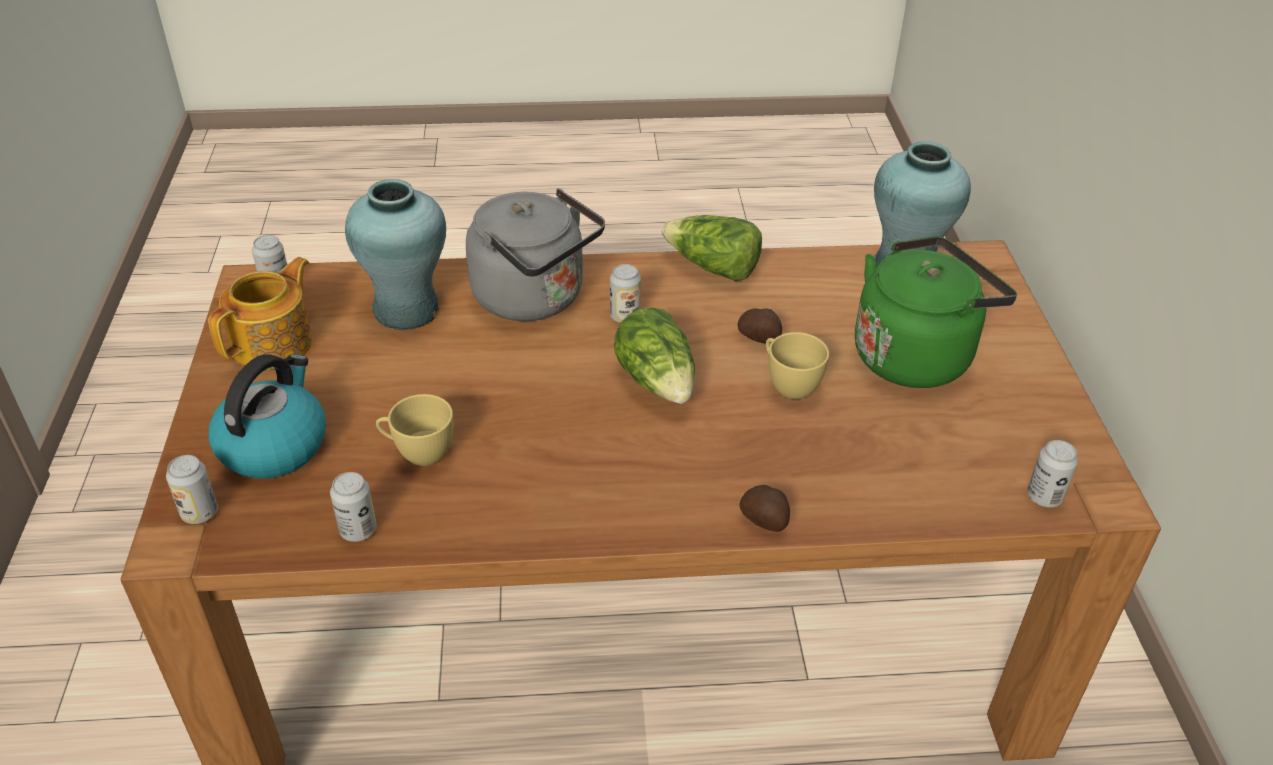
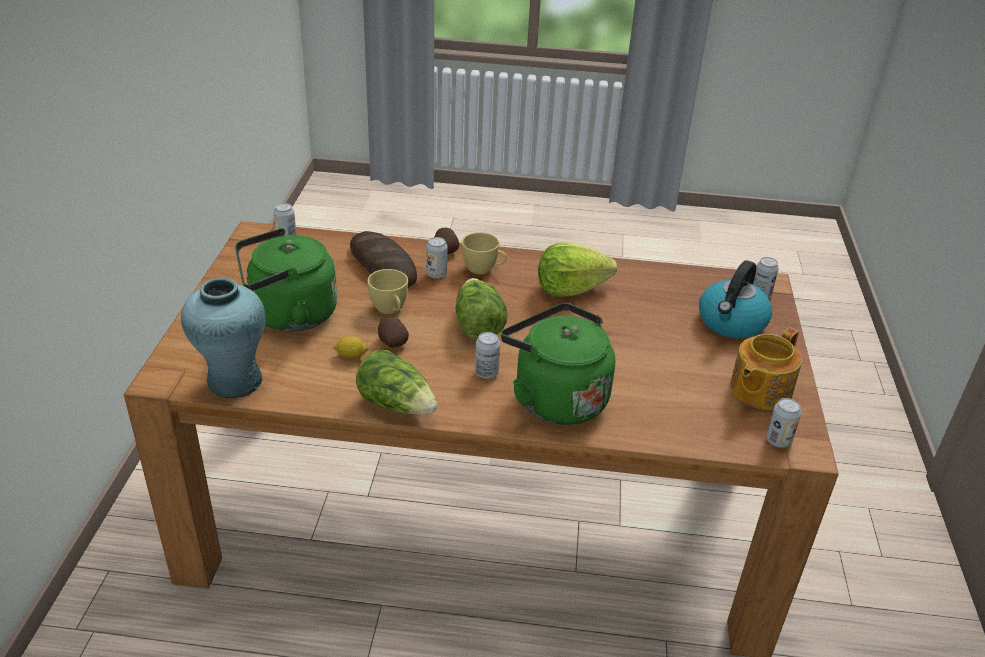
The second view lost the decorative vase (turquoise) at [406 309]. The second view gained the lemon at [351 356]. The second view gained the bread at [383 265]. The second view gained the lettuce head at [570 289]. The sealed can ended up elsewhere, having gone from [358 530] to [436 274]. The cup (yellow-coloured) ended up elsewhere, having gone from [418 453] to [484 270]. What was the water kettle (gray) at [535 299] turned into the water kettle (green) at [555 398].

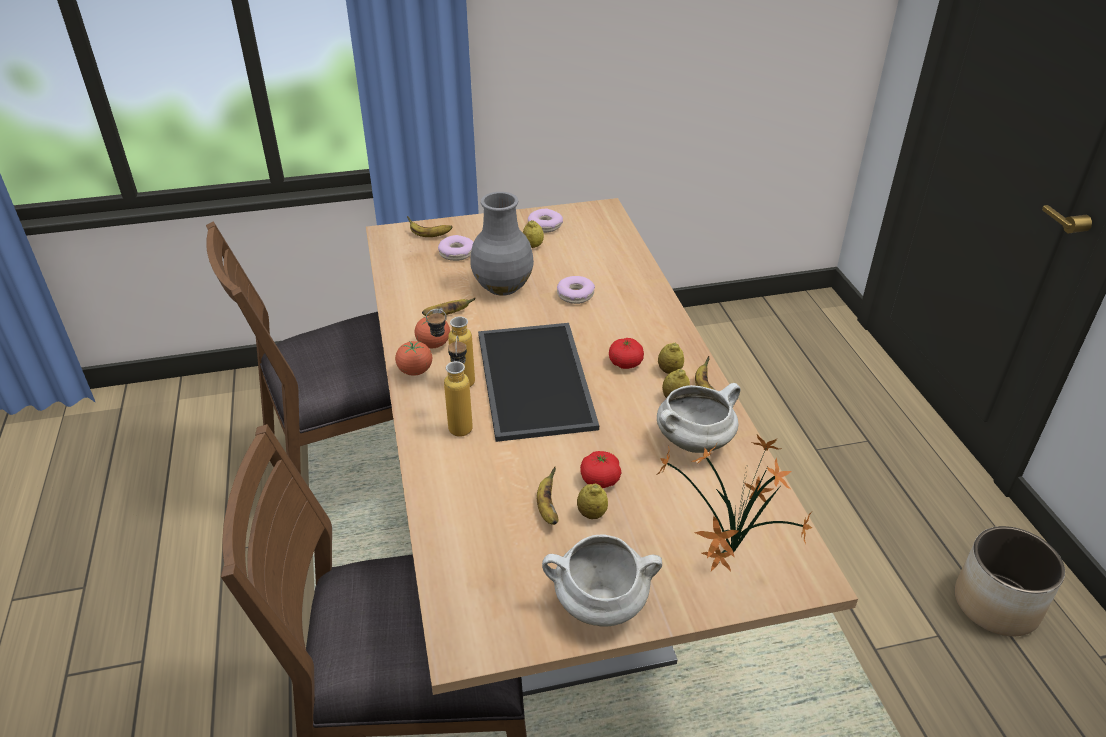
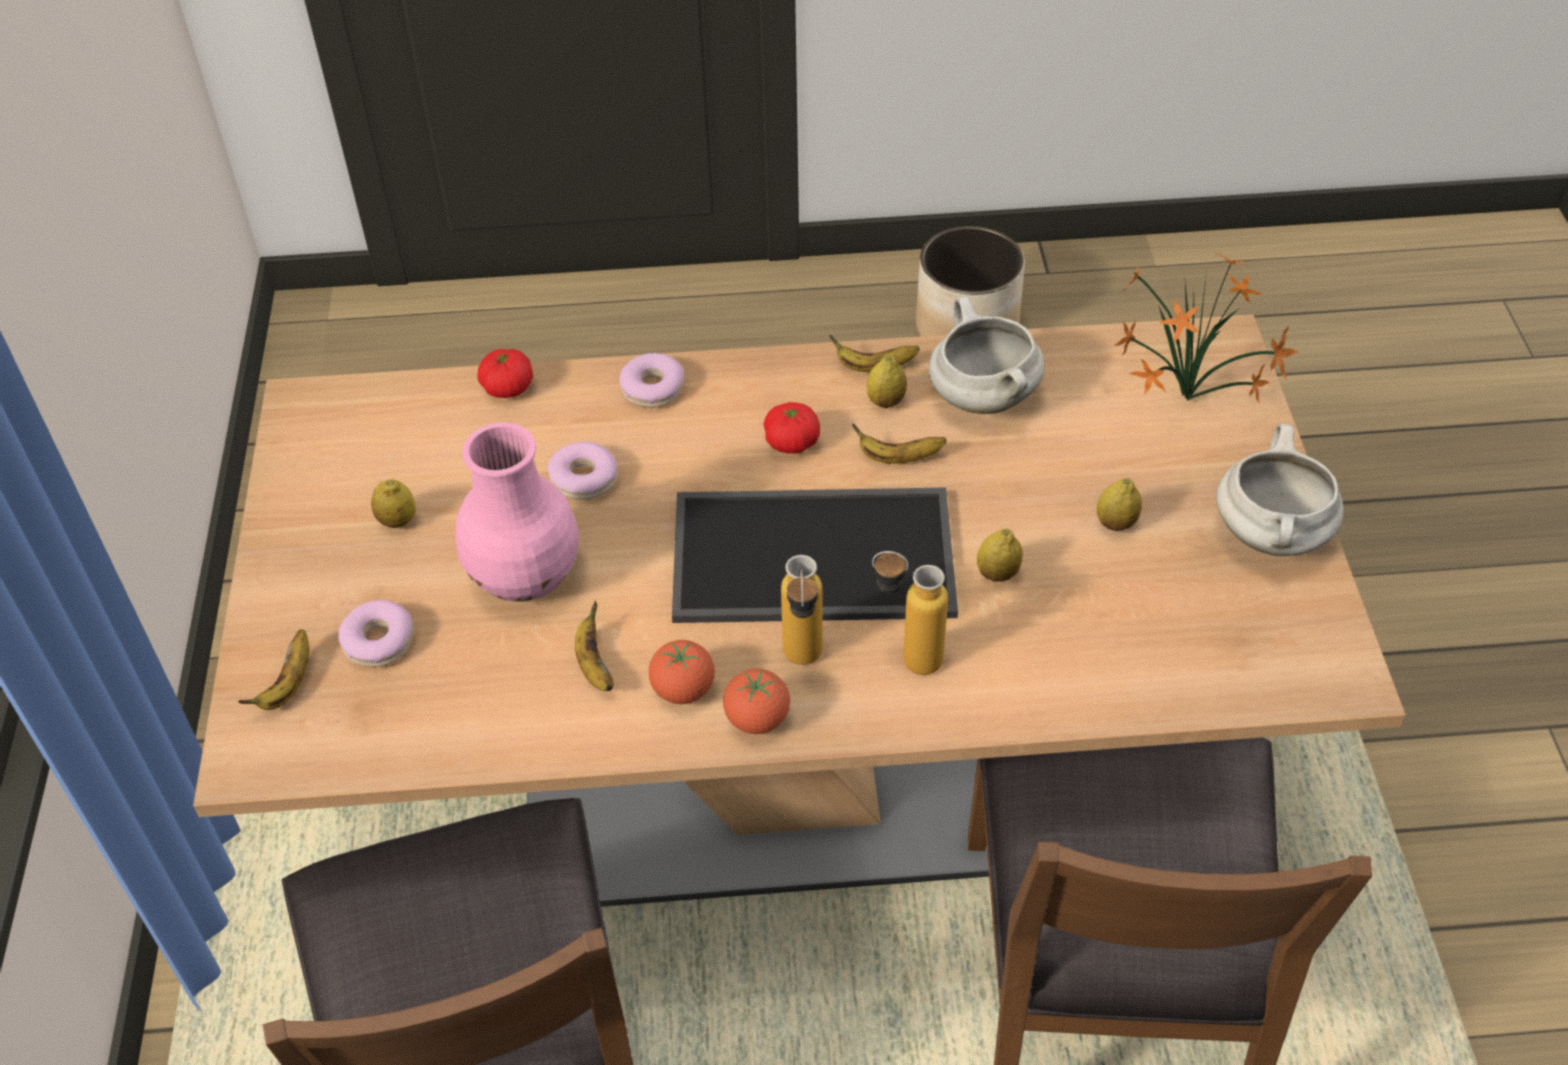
The donut ended up elsewhere, having gone from [545 226] to [653 388]. The banana ended up elsewhere, having gone from [547 508] to [898 457]. The tomato ended up elsewhere, having gone from [600 480] to [508 387]. The lemon ended up elsewhere, having gone from [669 371] to [997 573]. What was the decorative vase (gray) at [503 286] turned into the decorative vase (pink) at [524 576].

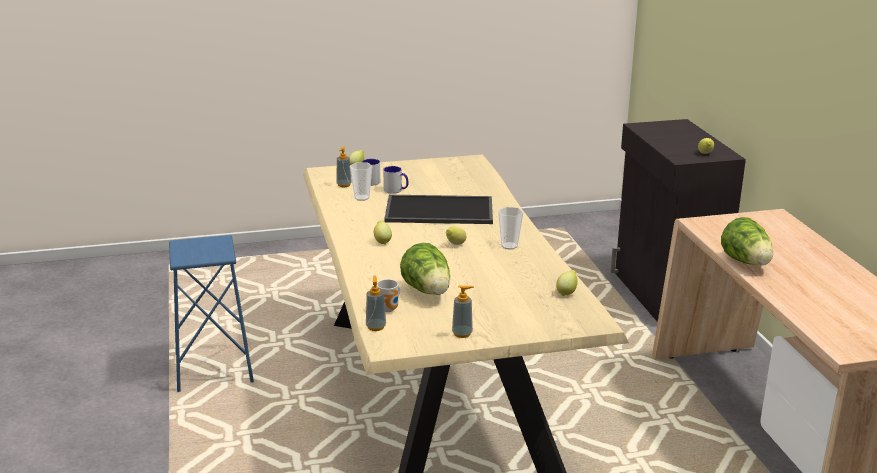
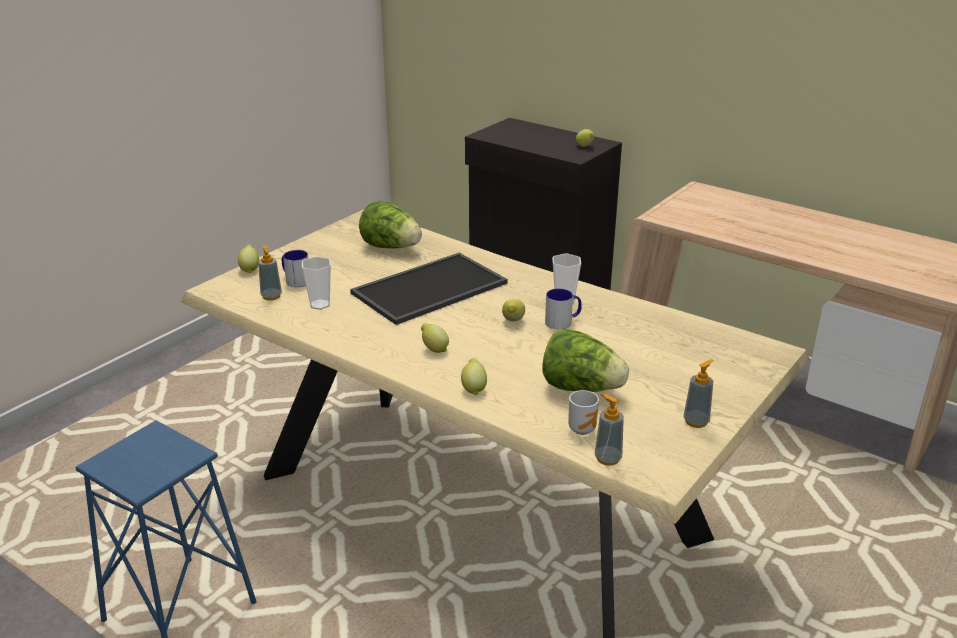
The mug ended up elsewhere, having gone from [396 190] to [563 322]. The lemon ended up elsewhere, having gone from [566 292] to [474 388]. The lettuce head ended up elsewhere, having gone from [746 262] to [391 247].

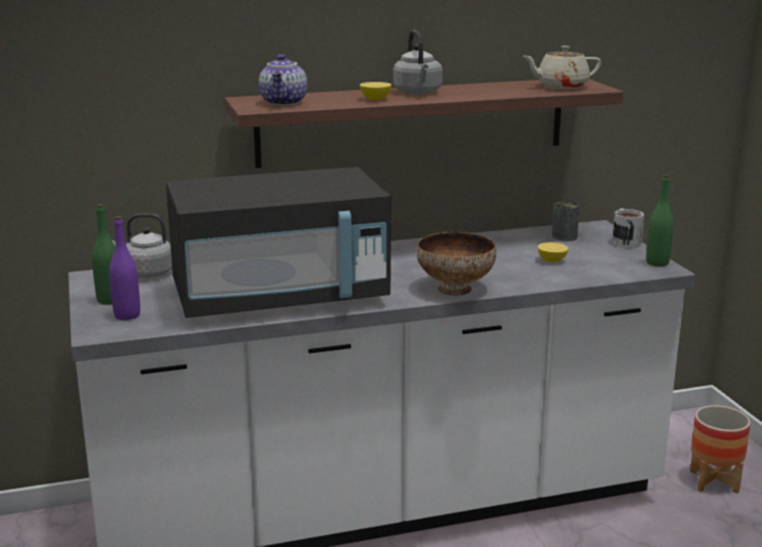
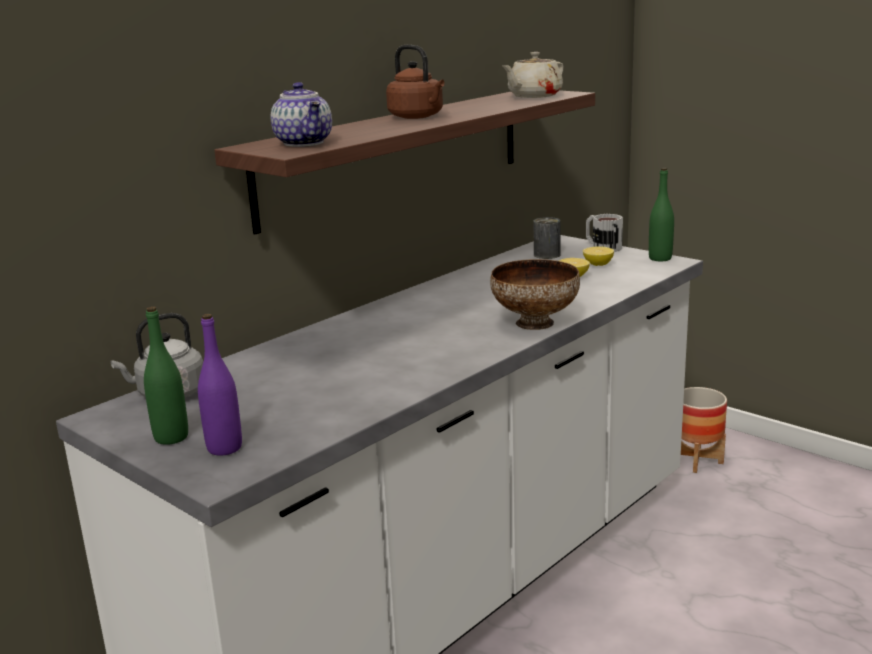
The second view lost the microwave (black) at [280 298]. The lemon ended up elsewhere, having gone from [375 99] to [598 264]. What was the water kettle (gray) at [418 92] turned into the water kettle (brown) at [418 117].

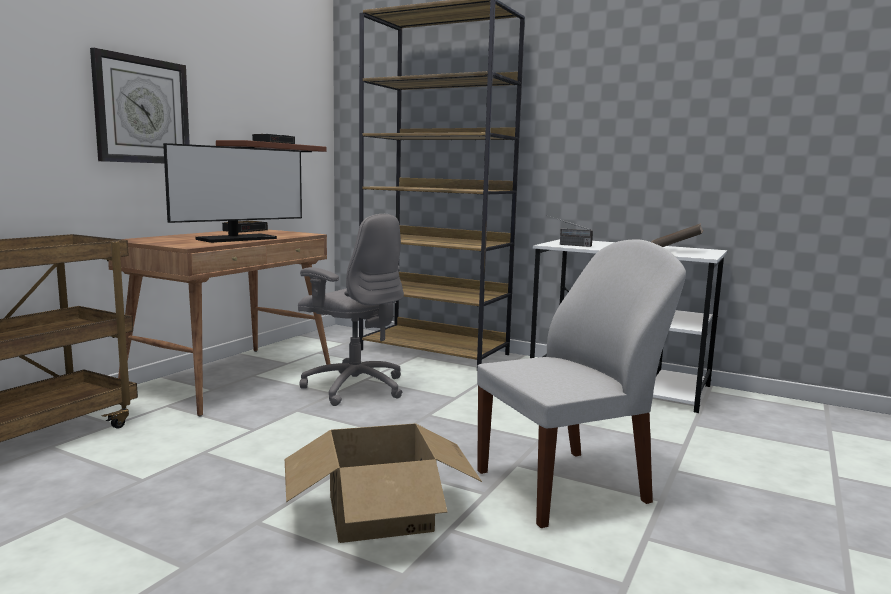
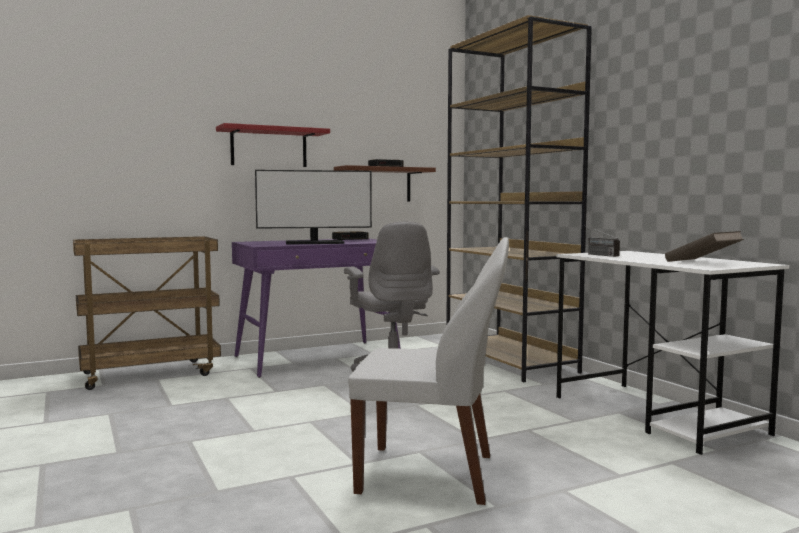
The second view lost the carton at [379 512]. Where the clock on the wall hung at [142 110], the shelf (reddish) came to hang at [269 147]. What was the desk unit (brown) at [232 378] turned into the desk unit (purplish) at [318 358].

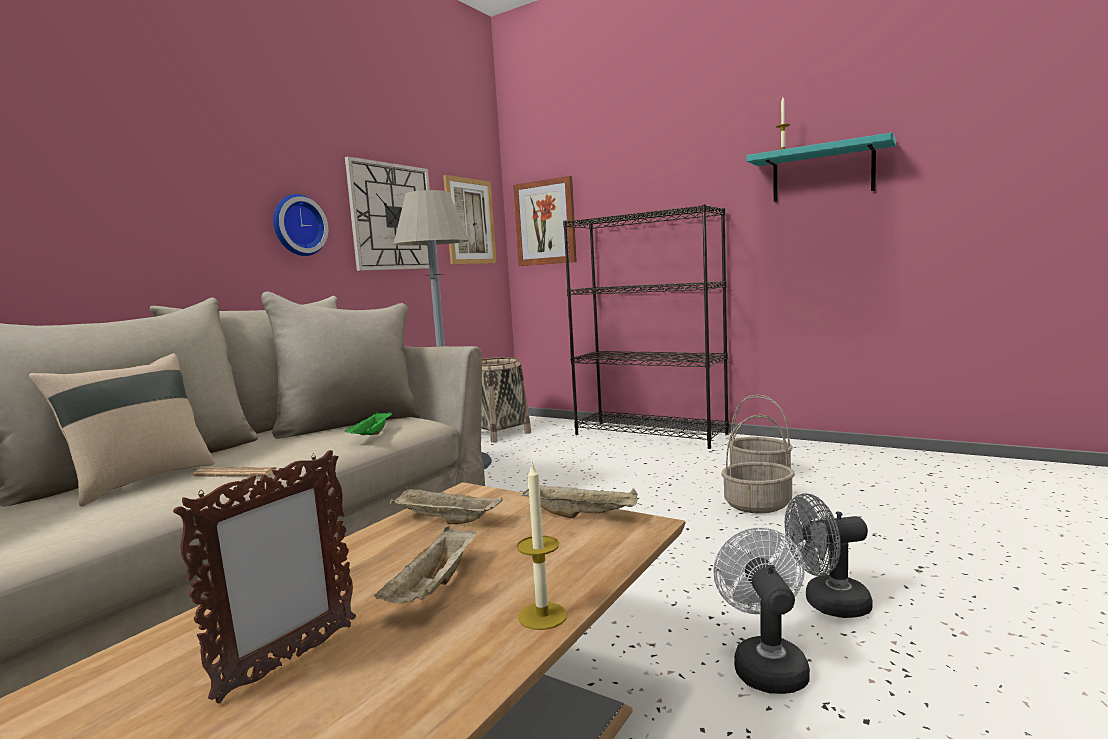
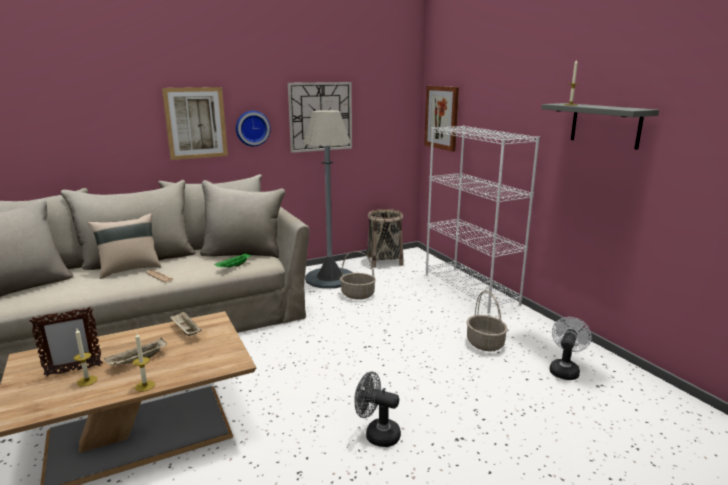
The second view lost the carrying tray (sand-coloured) at [583 515]. The second view gained the candle at [87 381]. The wall picture ended up elsewhere, having gone from [470 221] to [196 123]. The electric fan (white-coloured) ended up elsewhere, having gone from [765 664] to [564 370]. The storage basket ended up elsewhere, having gone from [757 505] to [357 295]. What was the bookcase (black) at [651 434] turned into the bookcase (white-coloured) at [471 289]. What was the shelf (turquoise) at [822 173] turned into the shelf (gray) at [605 125].

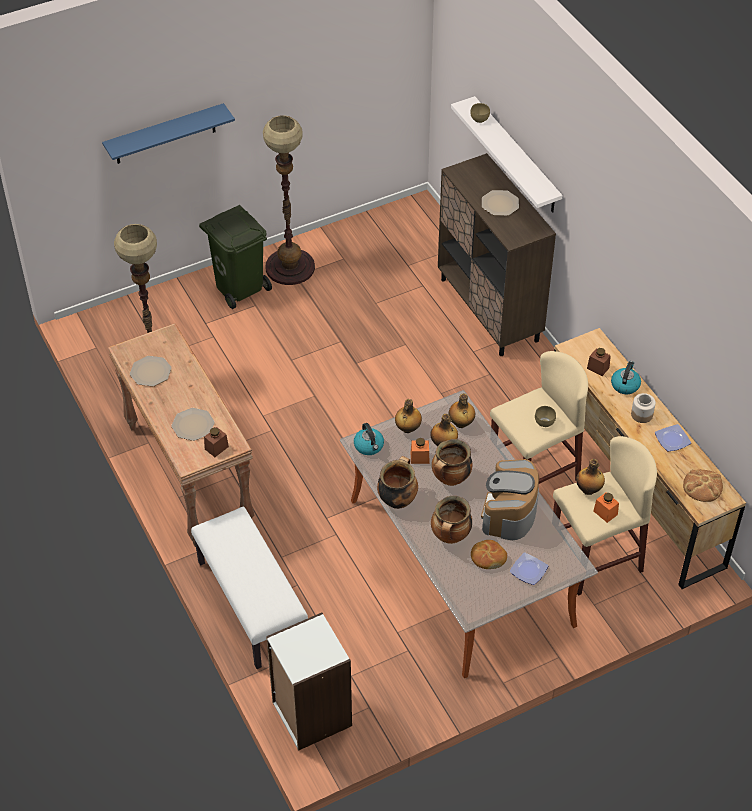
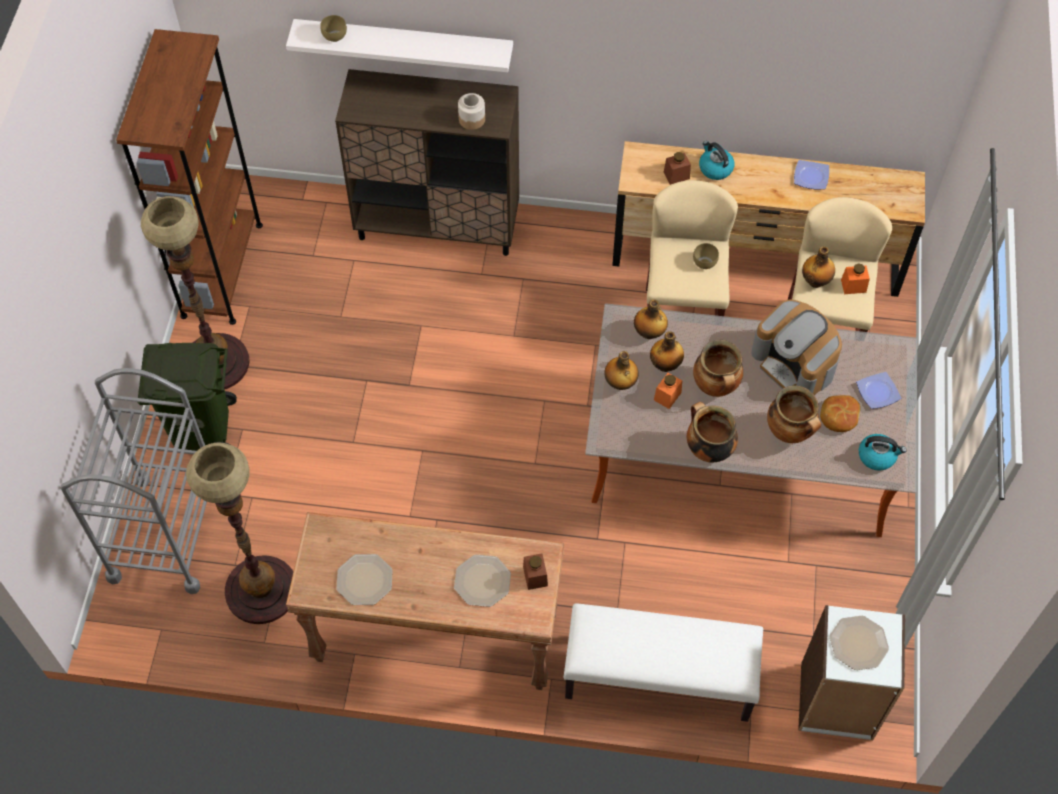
The second view lost the shelf (blue) at [165 134]. The second view lost the bread at [702 486]. The second view gained the trolley (gray) at [167 533]. The second view gained the bookcase (brown) at [222 270]. The water kettle ended up elsewhere, having gone from [369 446] to [877 456]. The flat dish ended up elsewhere, having gone from [500 204] to [859 643]. The jar ended up elsewhere, having gone from [642 414] to [472 119].

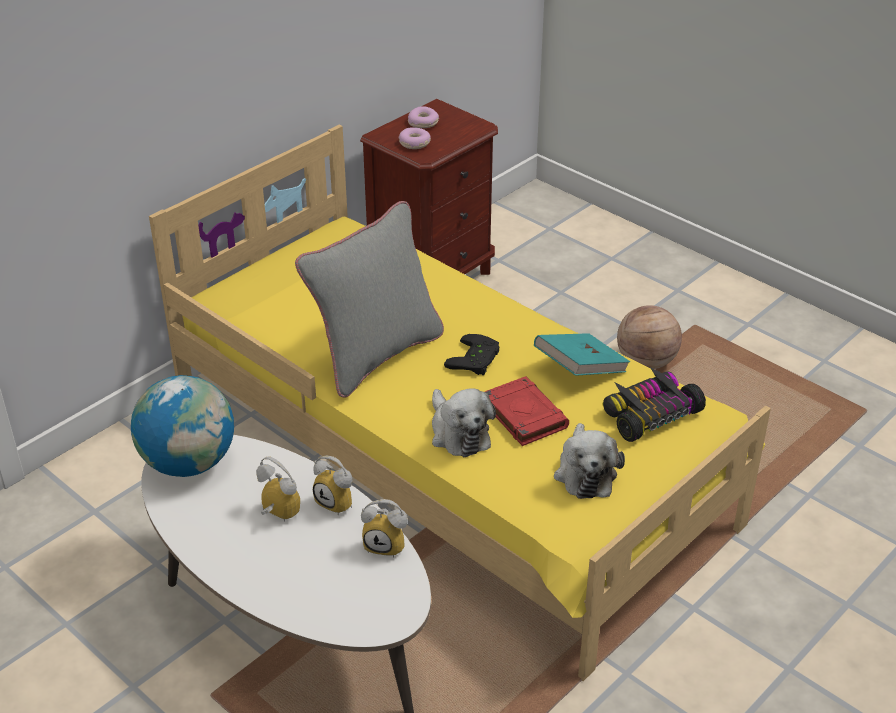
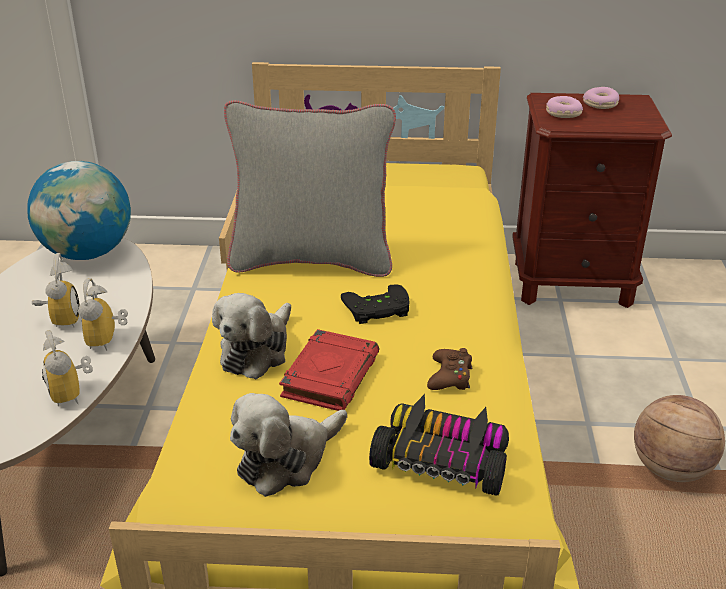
Where the book (turquoise) stood at [580 370], the joypad (brown) came to stand at [450 377].

